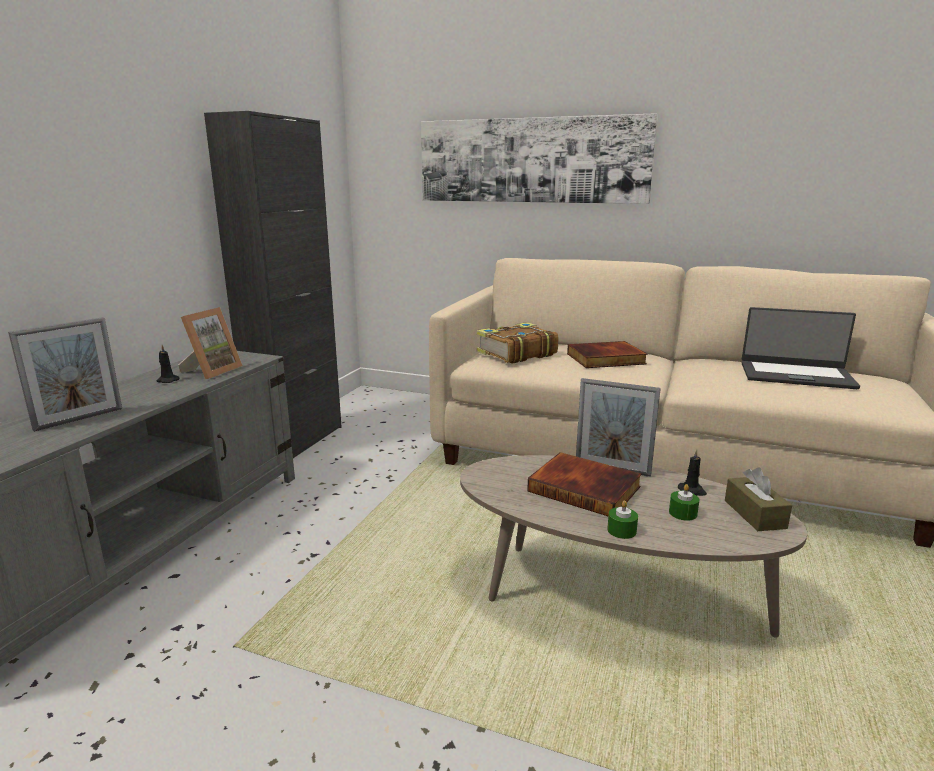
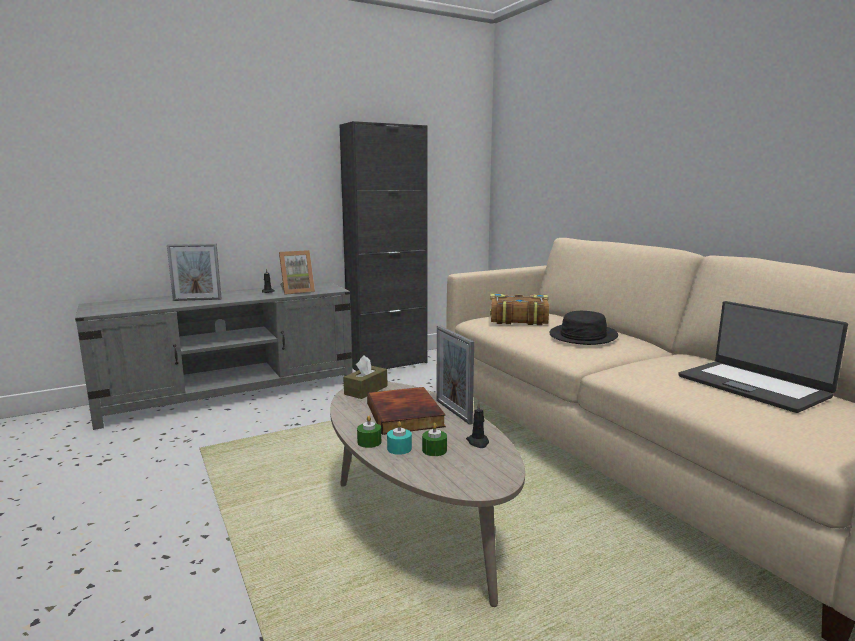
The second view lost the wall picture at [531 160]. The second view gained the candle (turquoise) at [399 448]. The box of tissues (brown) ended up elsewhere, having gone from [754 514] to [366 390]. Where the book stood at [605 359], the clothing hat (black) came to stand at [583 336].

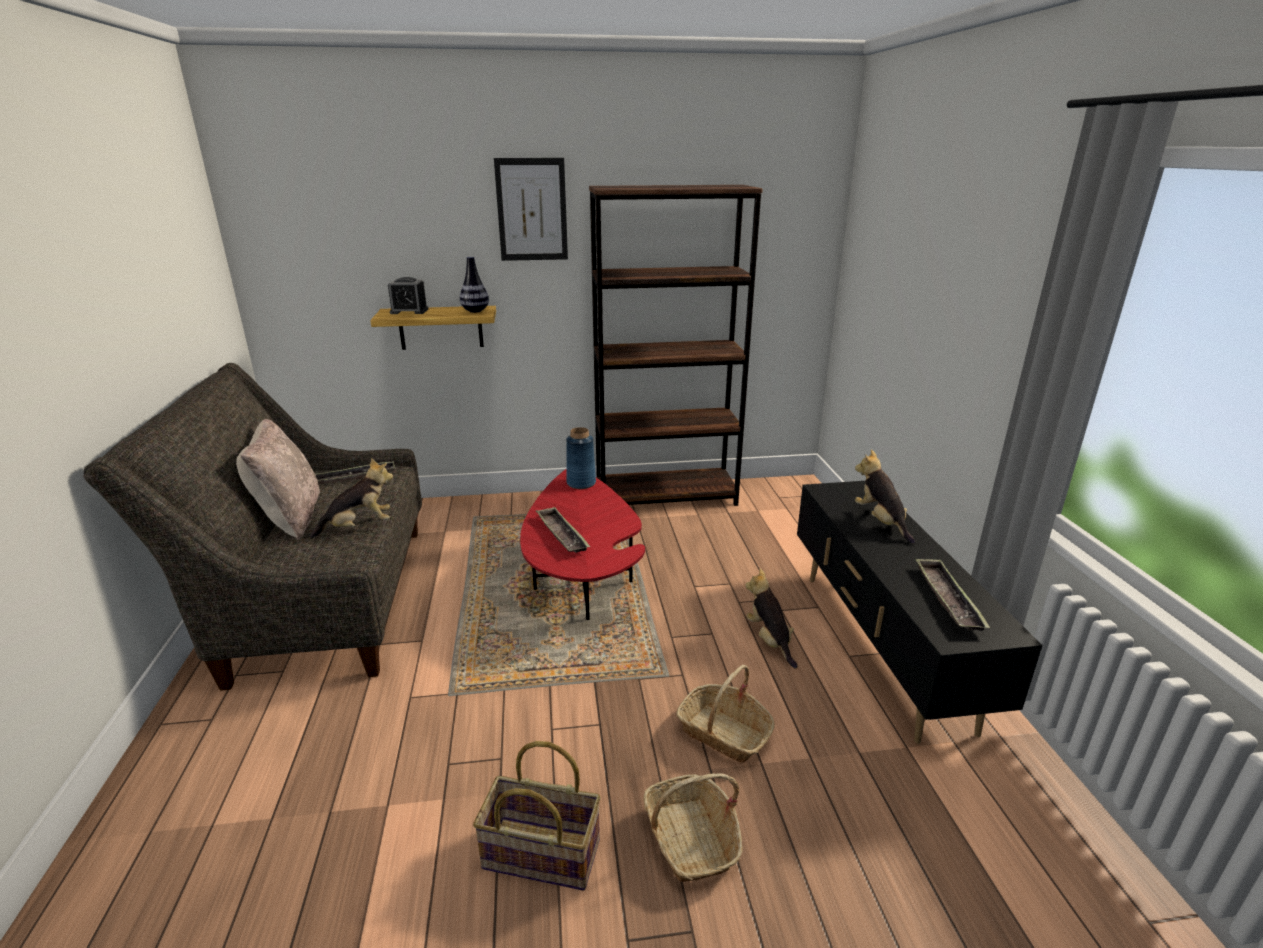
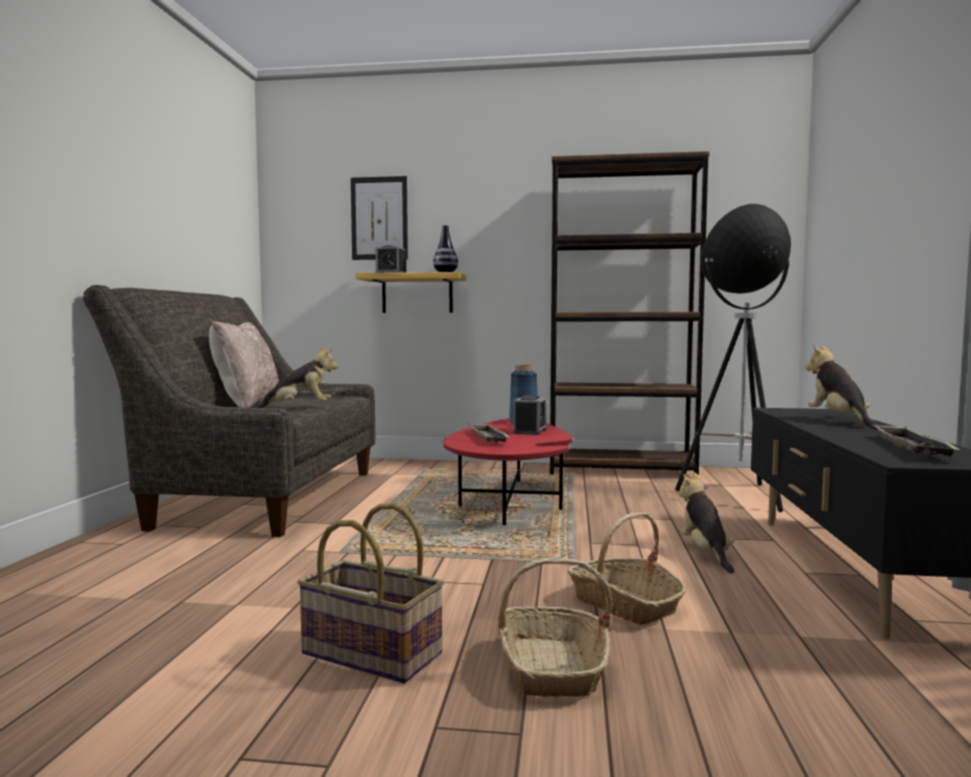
The second view gained the alarm clock at [530 431]. The second view gained the floor lamp at [739 496]. The wall picture ended up elsewhere, having gone from [532 210] to [379 218].

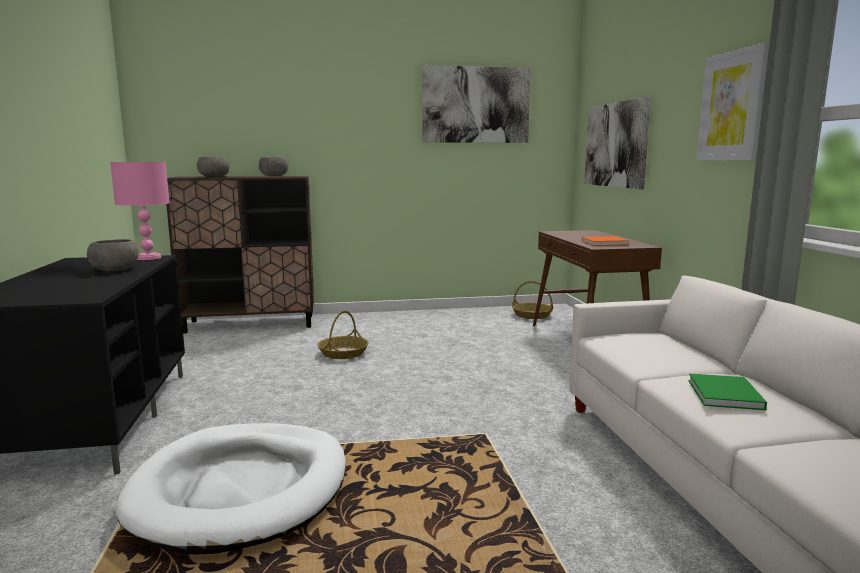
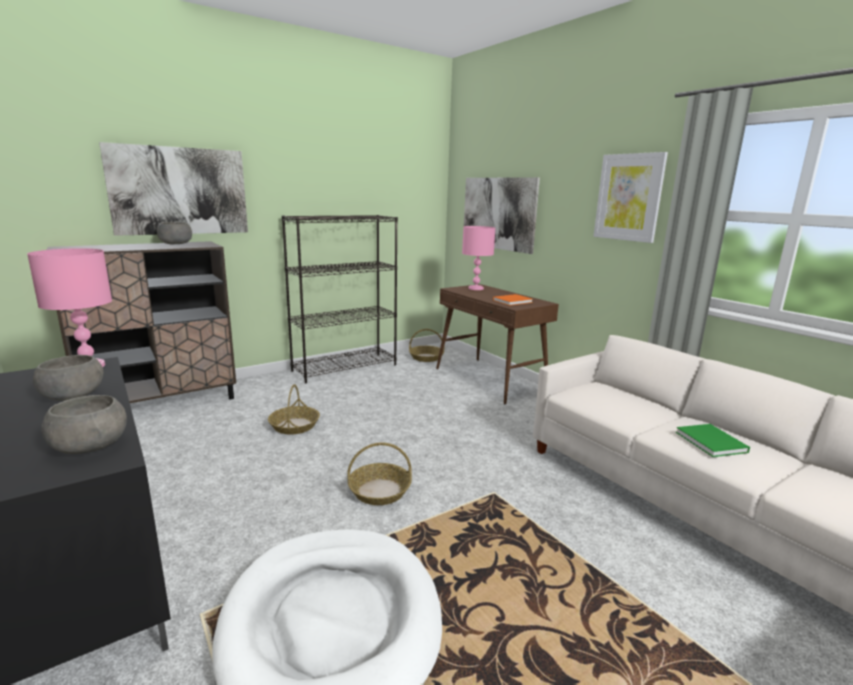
The second view gained the bookcase (black) at [345 367]. The second view gained the storage basket at [380 491]. The second view gained the lamp for a table (pink) at [476 288]. The deep dish (gray) ended up elsewhere, having gone from [214 177] to [91 445]. The wall picture ended up elsewhere, having gone from [476 105] to [180 191].

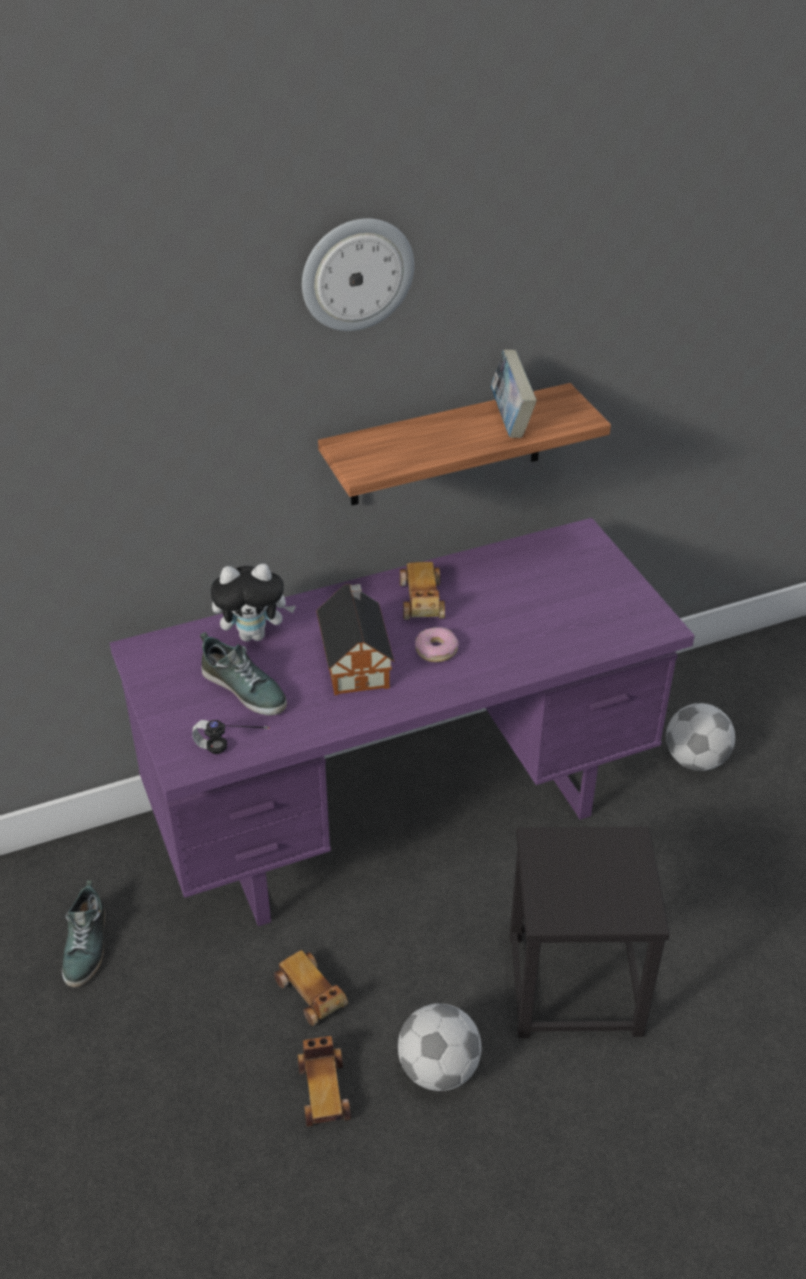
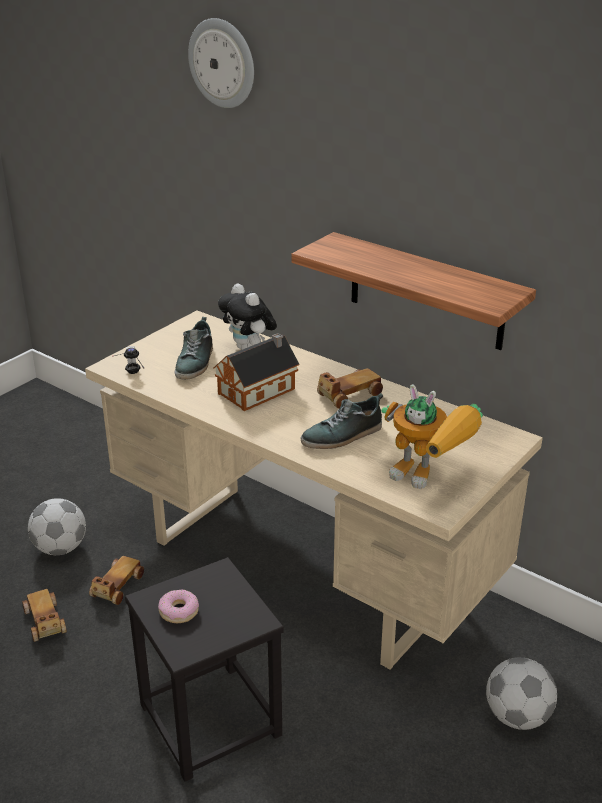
The second view lost the book at [510 420]. The second view gained the robot figure at [429 478]. The low shoe ended up elsewhere, having gone from [87 945] to [343 435]. The clock on the wall ended up elsewhere, having gone from [356 274] to [222 63]. The football ball ended up elsewhere, having gone from [438 1069] to [60 548]. The donut ended up elsewhere, having gone from [436 650] to [178 611]. What was the desk unit (purplish) at [404 815] turned into the desk unit (sand-coloured) at [303 568]. The model car at [324 1090] ended up facing another way, 105 degrees clockwise from before.

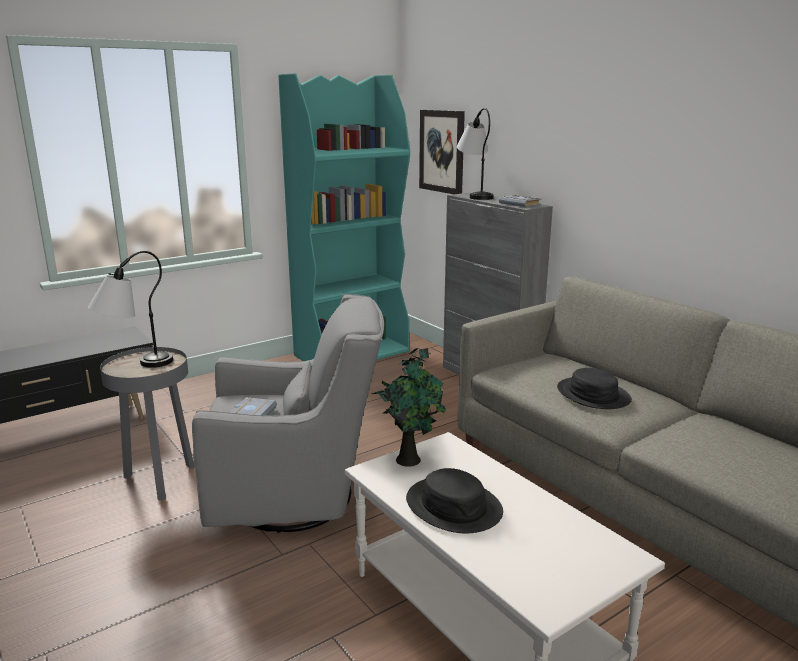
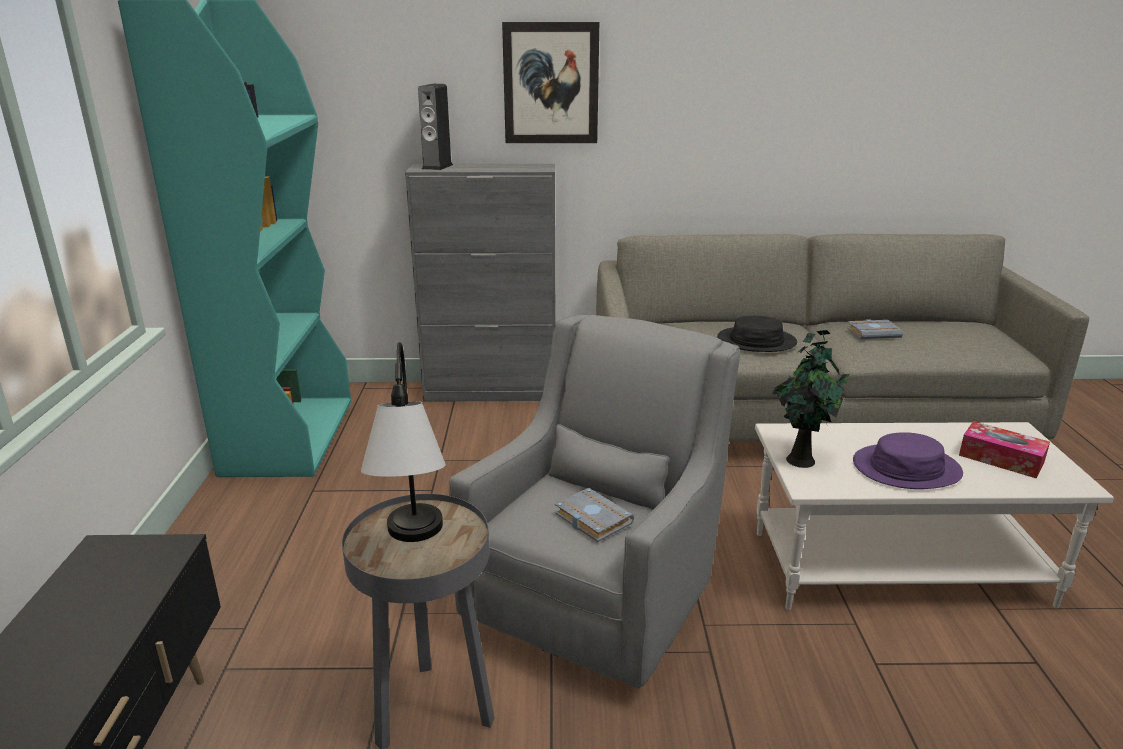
The second view gained the box of tissues at [1001 459]. The wall picture ended up elsewhere, having gone from [442 151] to [551 83]. The book (gray) ended up elsewhere, having gone from [521 204] to [873 333]. Where the lamp for a table stood at [475 195], the audio speaker came to stand at [437 167]. What was the clothing hat (black) at [454 506] turned into the clothing hat (purplish) at [906 468].

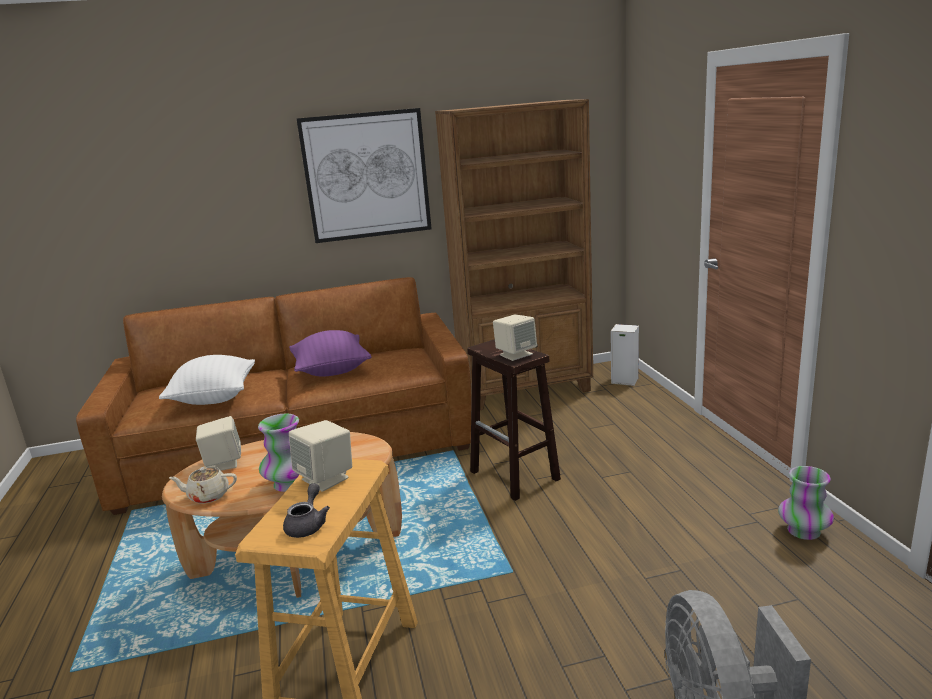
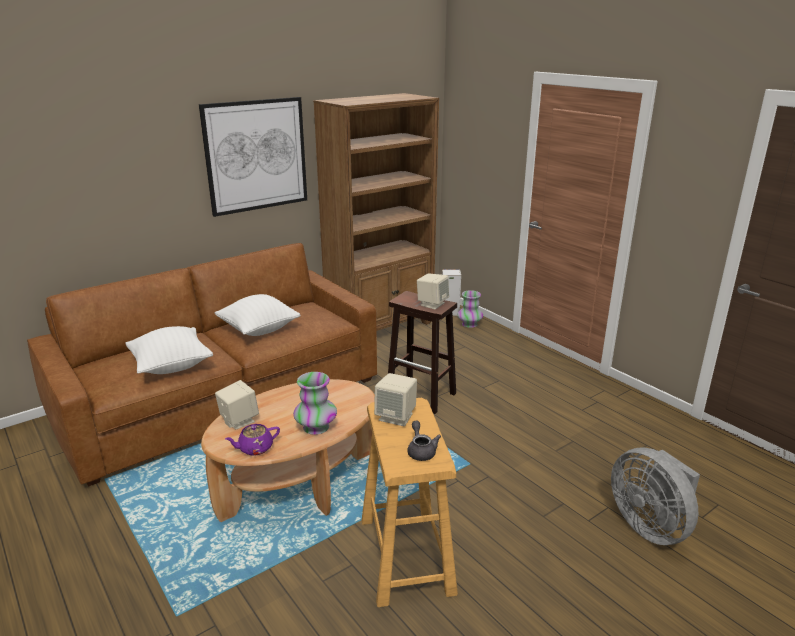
The decorative vase ended up elsewhere, having gone from [804 531] to [469 324]. What was the pot for tea (sand-coloured) at [208 496] turned into the pot for tea (purplish) at [255 448]. What was the throw pillow (purplish) at [331 371] turned into the throw pillow (white-coloured) at [259 330].

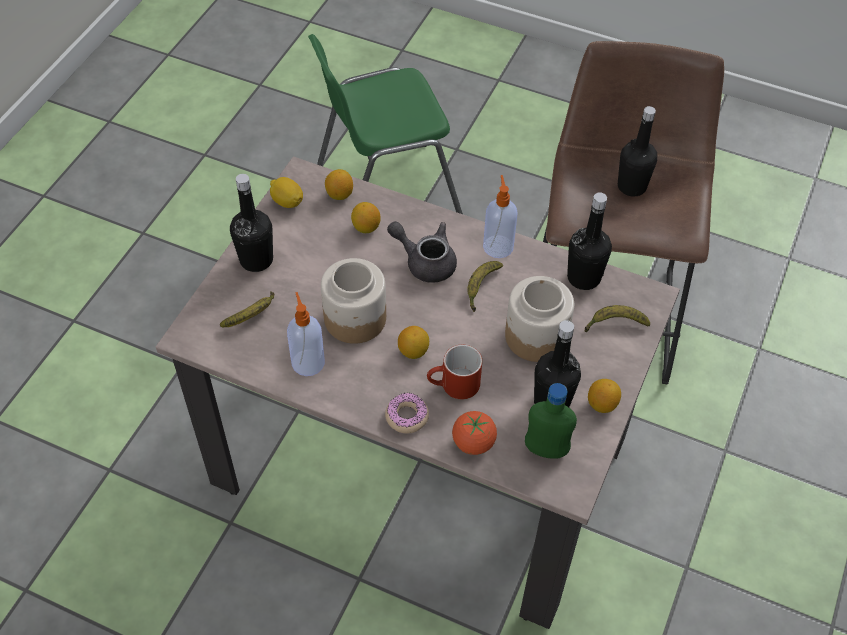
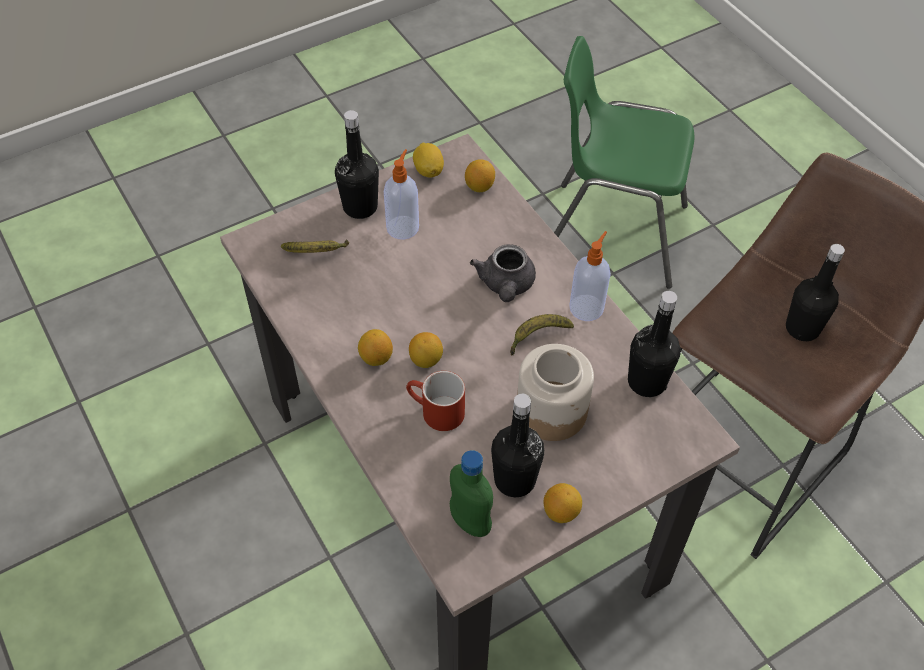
The second view lost the jar at [354 318]. The second view lost the donut at [407 416]. The second view lost the tomato at [473 443]. The second view lost the banana at [615 324]. The soap bottle ended up elsewhere, having gone from [308 361] to [403 226]. The lemon ended up elsewhere, having gone from [366 227] to [376 358]. The pot for tea (gray) at [425 261] ended up facing another way, 150 degrees counterclockwise from before.

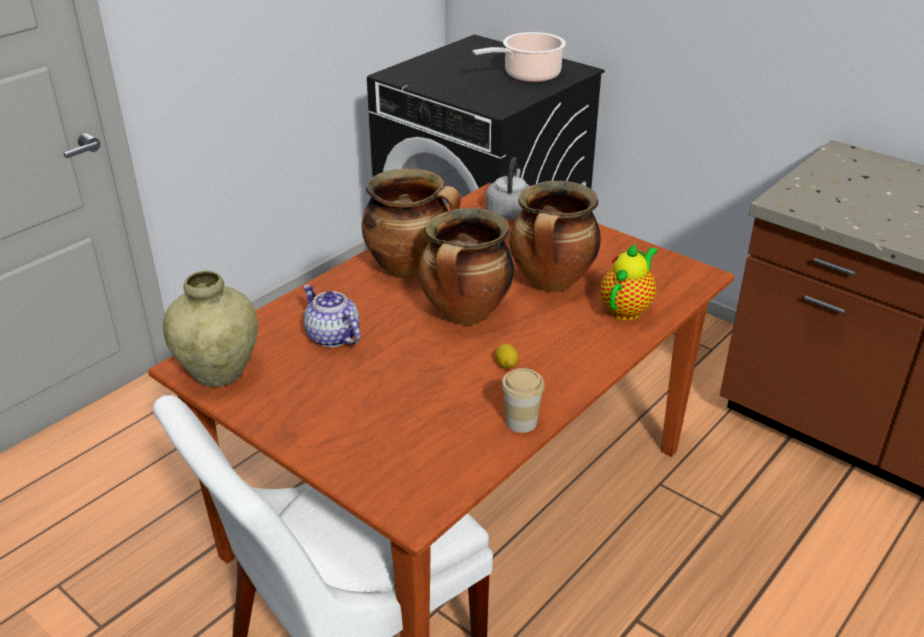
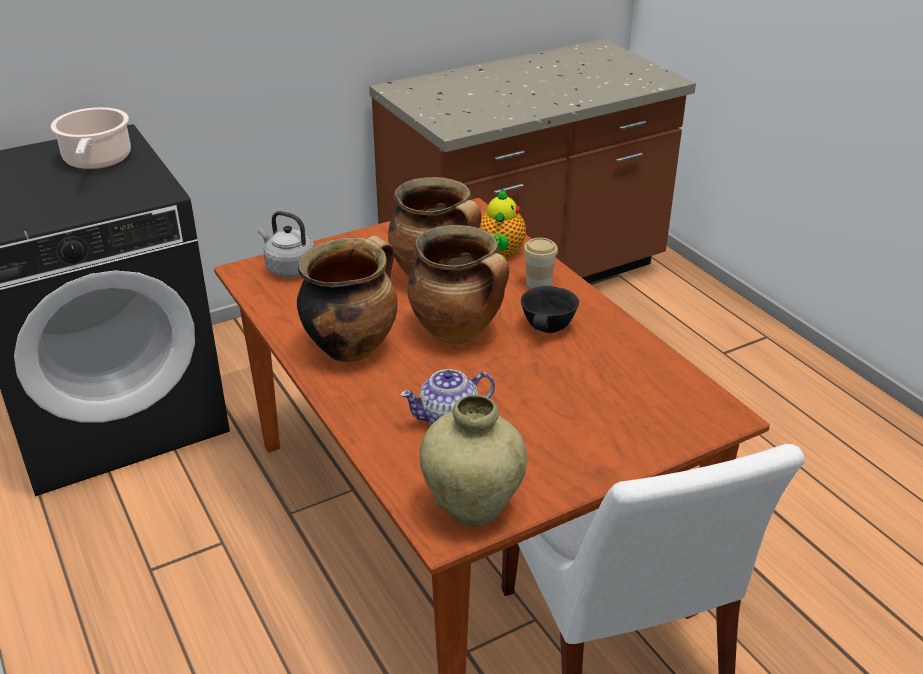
The cup ended up elsewhere, having gone from [521 422] to [539 283]. Where the lemon stood at [506 364], the deep dish (black) came to stand at [548 328]. The pot for tea at [627 309] ended up facing another way, 135 degrees counterclockwise from before.

